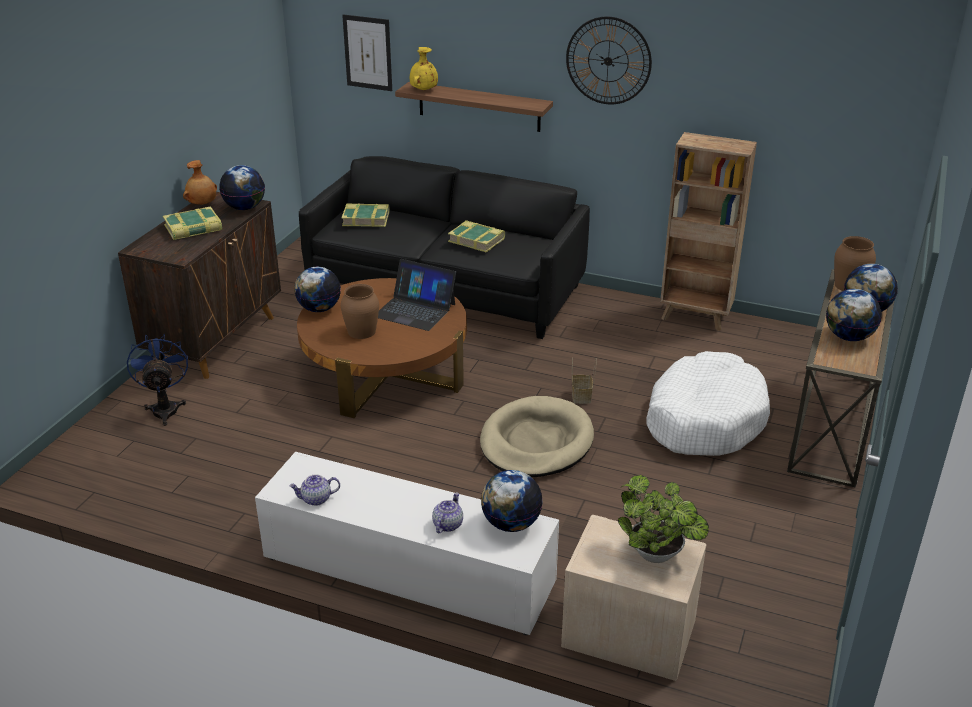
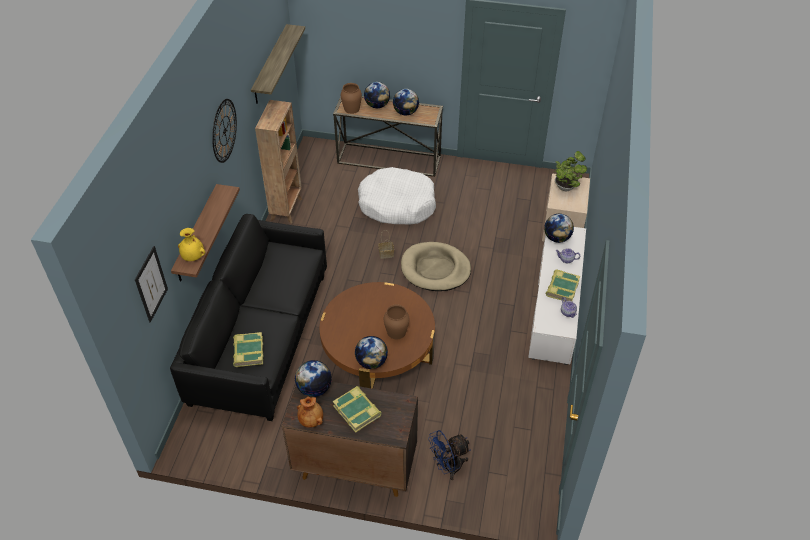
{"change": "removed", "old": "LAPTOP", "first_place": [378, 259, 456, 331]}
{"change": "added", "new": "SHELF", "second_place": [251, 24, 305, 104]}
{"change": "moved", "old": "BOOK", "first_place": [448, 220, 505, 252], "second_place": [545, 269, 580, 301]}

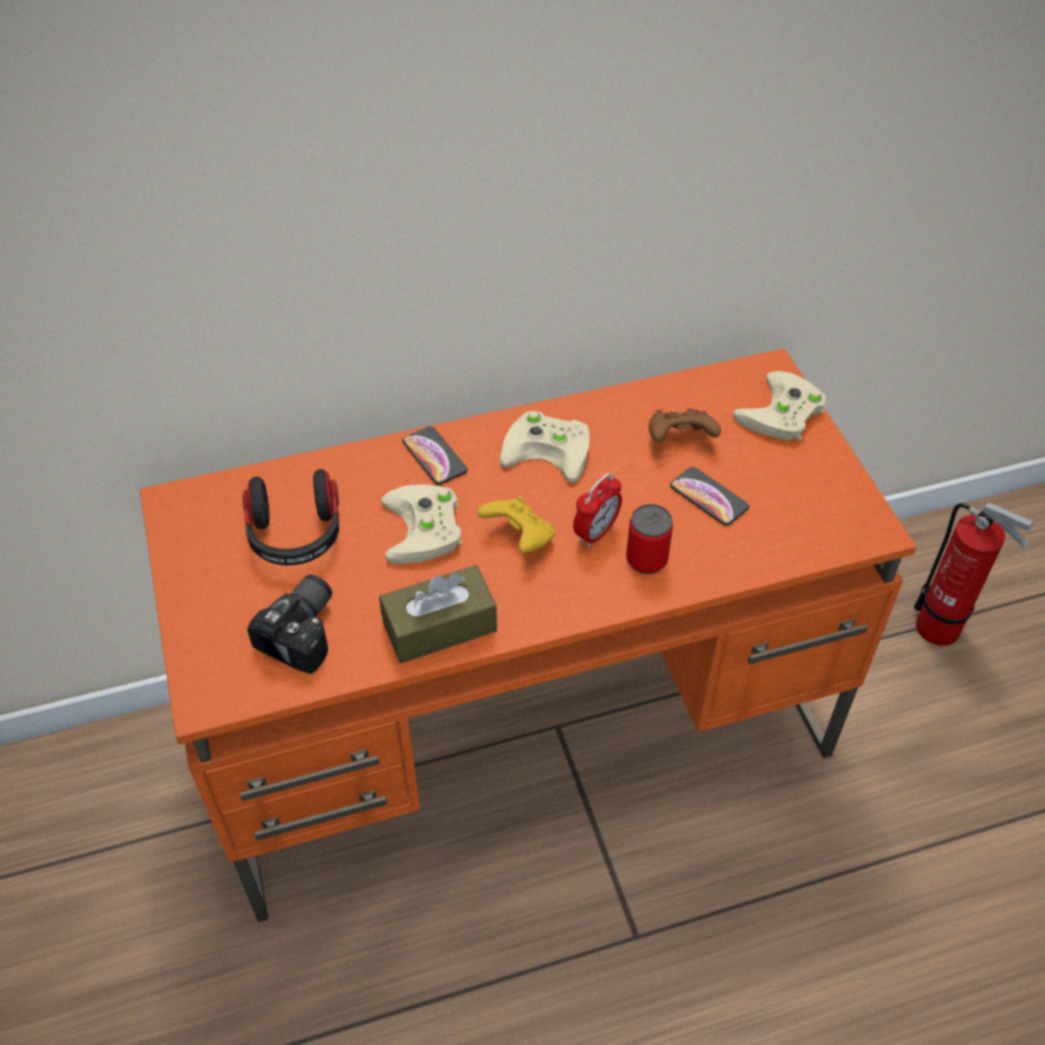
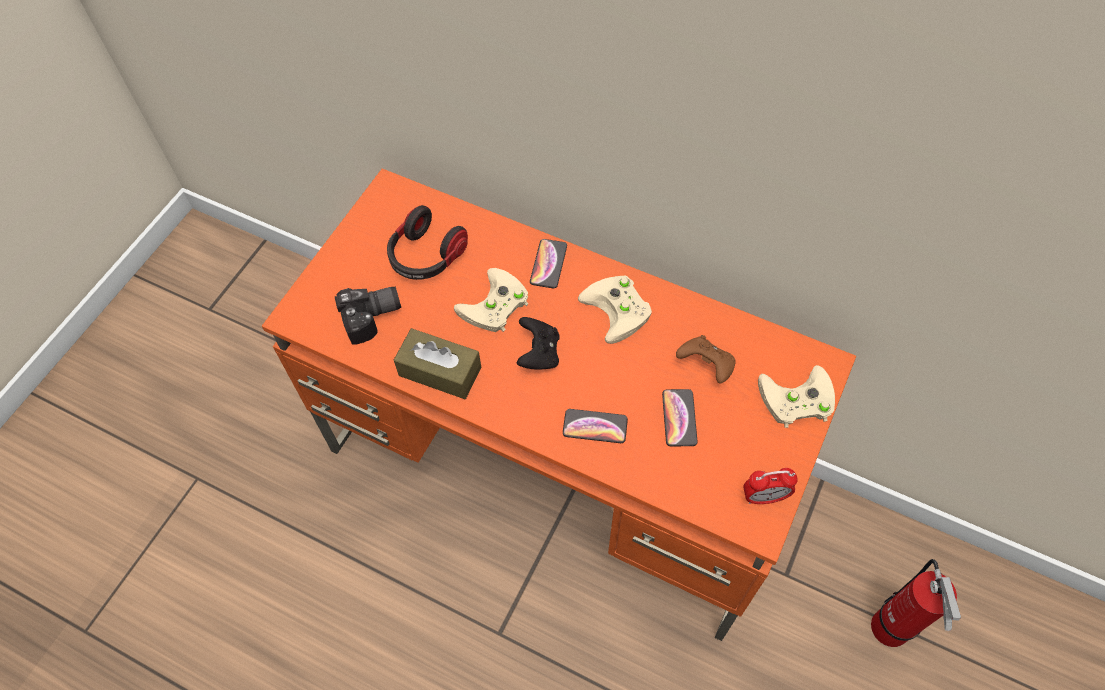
{"change": "moved", "old": "ALARM CLOCK", "first_place": [573, 473, 622, 547], "second_place": [743, 468, 798, 504]}
{"change": "replaced", "old": "CAN", "new": "PHONE", "first_place": [626, 504, 673, 574], "second_place": [563, 409, 628, 443]}
{"change": "recoloured", "old": "YELLOW GAME CONTROLLER", "new": "BLACK GAME CONTROLLER", "first_place": [477, 496, 555, 553], "second_place": [517, 317, 560, 370]}

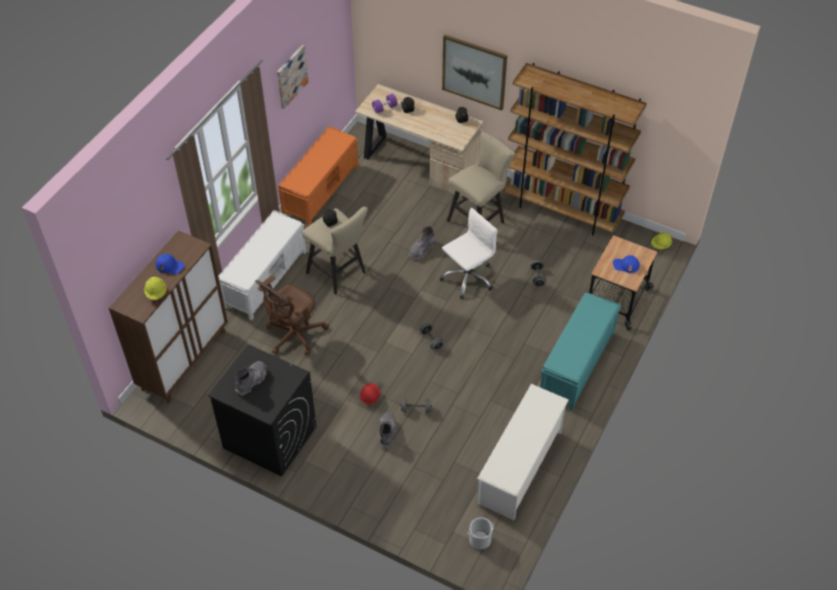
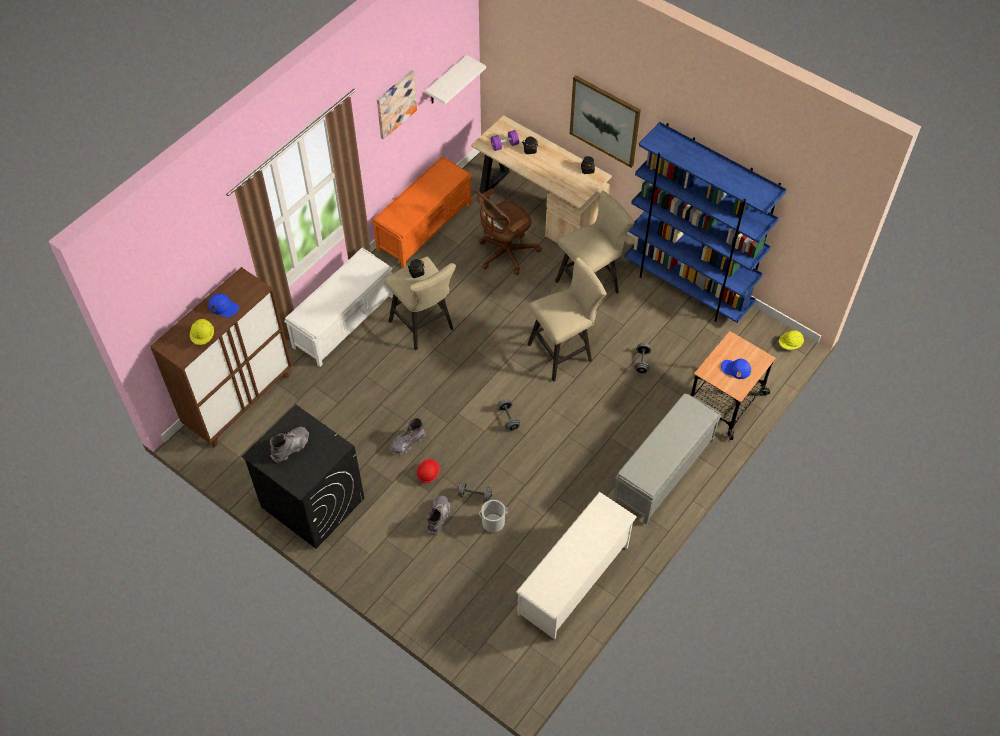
{"change": "added", "new": "WHITE SHELF", "second_place": [425, 55, 486, 104]}
{"change": "moved", "old": "BROWN OFFICE CHAIR", "first_place": [255, 275, 329, 356], "second_place": [475, 188, 542, 275]}
{"change": "moved", "old": "GREY BOOT", "first_place": [409, 226, 436, 260], "second_place": [390, 418, 426, 456]}
{"change": "moved", "old": "BUCKET", "first_place": [468, 517, 494, 550], "second_place": [479, 500, 508, 532]}
{"change": "replaced", "old": "WHITE OFFICE CHAIR", "new": "BEIGE STOOL", "first_place": [440, 208, 498, 299], "second_place": [528, 257, 607, 382]}
{"change": "recoloured", "old": "BROWN BOOKCASE", "new": "BLUE BOOKCASE", "first_place": [504, 63, 647, 236], "second_place": [624, 122, 787, 323]}
{"change": "recoloured", "old": "TURQUOISE BENCH", "new": "GREY BENCH", "first_place": [540, 293, 621, 411], "second_place": [613, 393, 722, 524]}

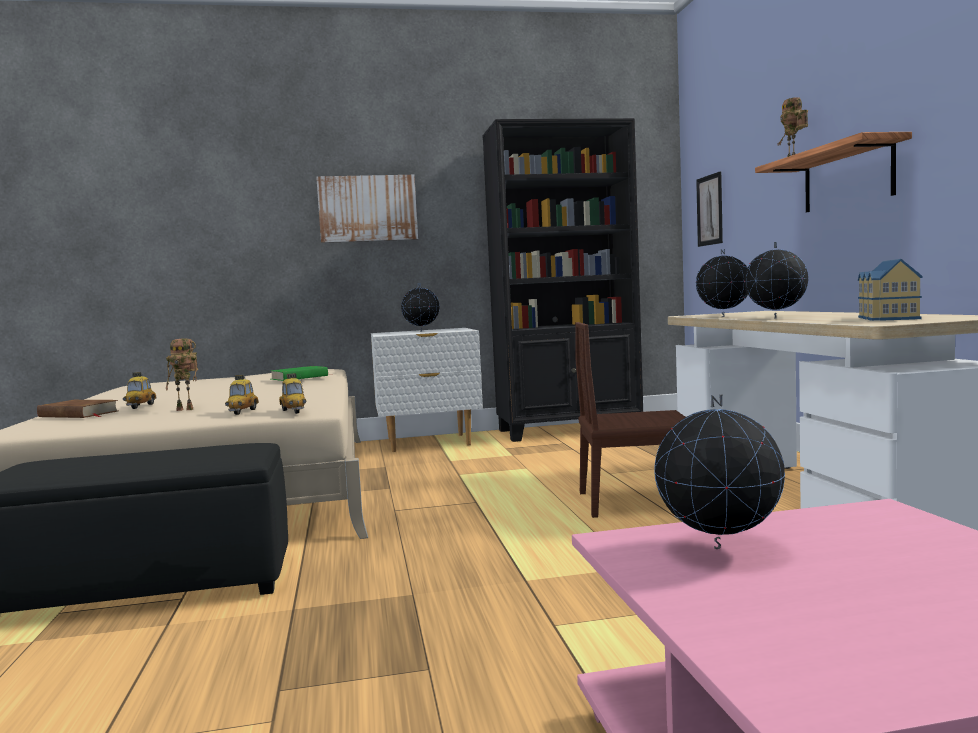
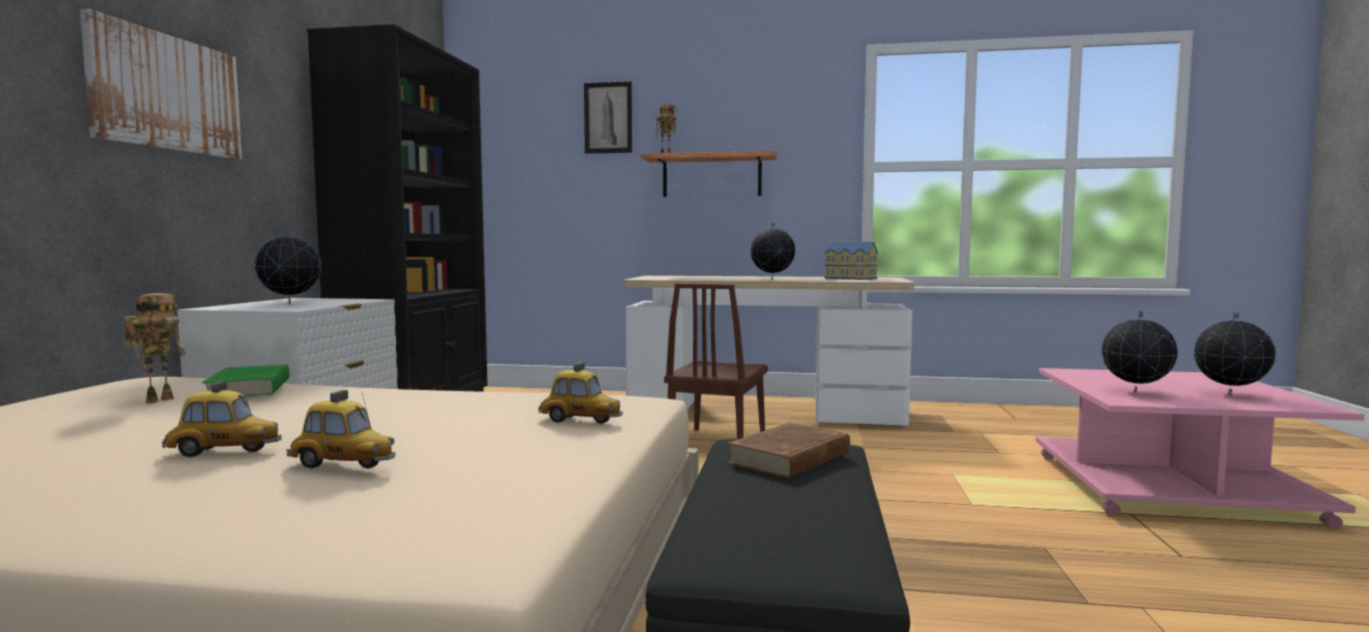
{"change": "moved", "old": "BROWN BOOK", "first_place": [37, 400, 118, 418], "second_place": [727, 423, 850, 479]}
{"change": "moved", "old": "TOY ROBOT", "first_place": [166, 339, 198, 411], "second_place": [123, 293, 186, 404]}
{"change": "moved", "old": "TOY CAR", "first_place": [279, 373, 307, 414], "second_place": [162, 381, 282, 457]}
{"change": "moved", "old": "PICTURE", "first_place": [696, 172, 723, 247], "second_place": [584, 81, 632, 154]}
{"change": "moved", "old": "GLOBE", "first_place": [696, 249, 748, 317], "second_place": [1194, 312, 1276, 395]}

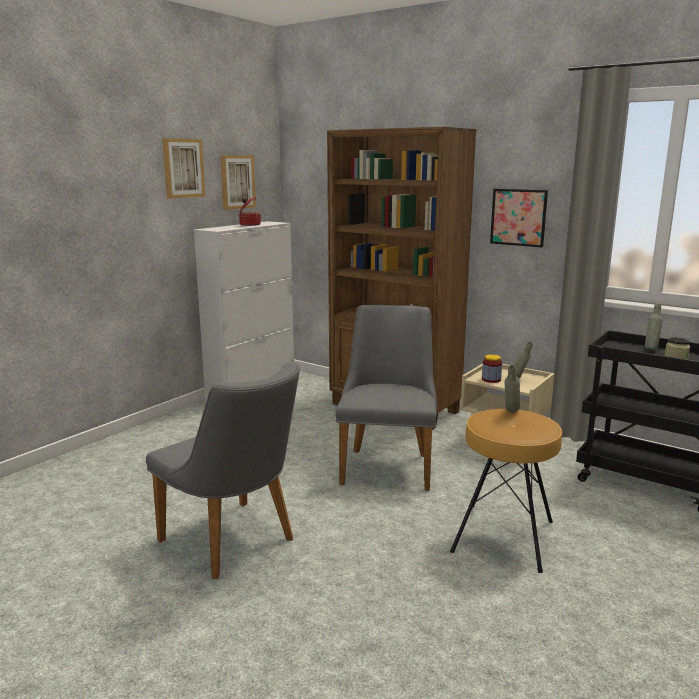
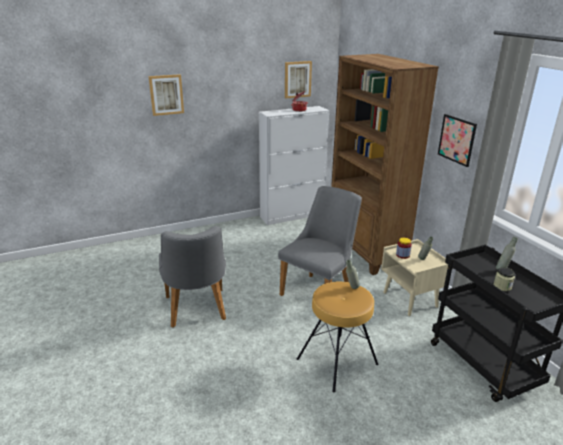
{"change": "moved", "old": "PICTURE", "first_place": [162, 138, 205, 199], "second_place": [149, 74, 184, 116]}

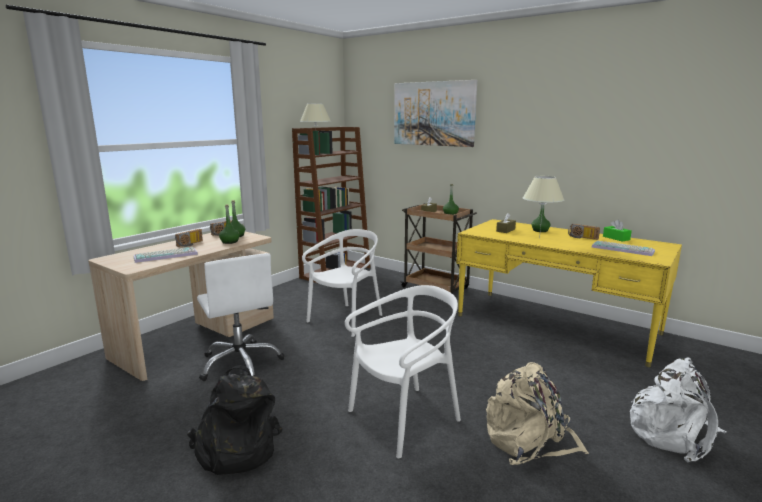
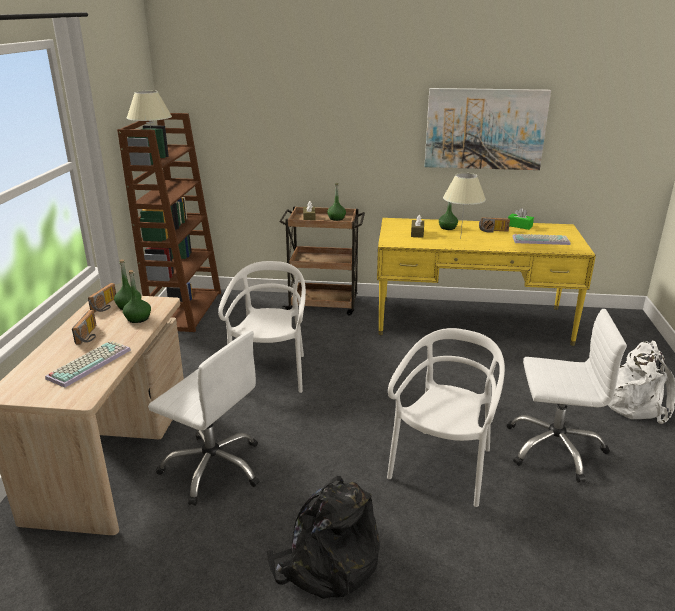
{"change": "moved", "old": "PICTURE", "first_place": [394, 80, 477, 147], "second_place": [425, 88, 551, 170]}
{"change": "replaced", "old": "BEIGE BACKPACK", "new": "WHITE OFFICE CHAIR", "first_place": [486, 362, 589, 465], "second_place": [507, 309, 627, 483]}

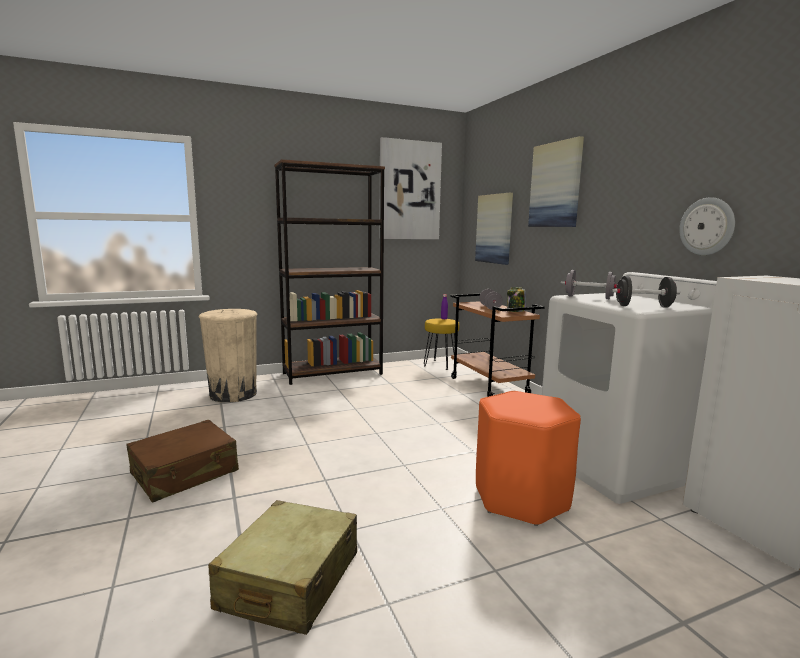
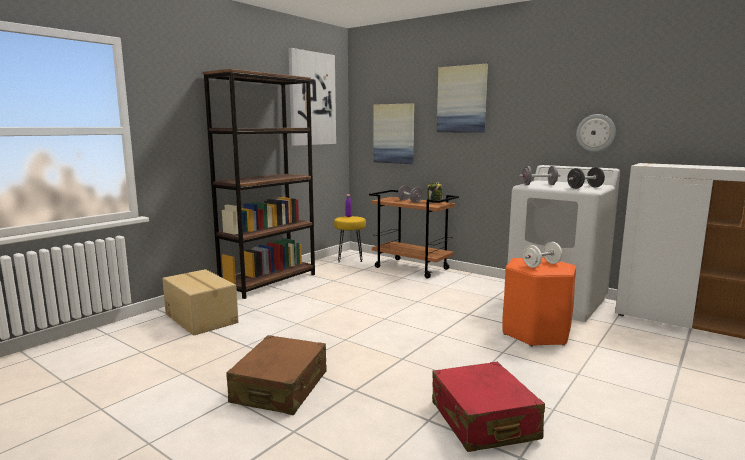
{"change": "added", "new": "WHITE DUMBBELL", "second_place": [523, 242, 562, 268]}
{"change": "replaced", "old": "BEIGE TRASH CAN", "new": "CARDBOARD BOX", "first_place": [199, 309, 258, 403], "second_place": [162, 269, 238, 336]}
{"change": "recoloured", "old": "BEIGE SUITCASE", "new": "RED SUITCASE", "first_place": [208, 500, 357, 635], "second_place": [432, 362, 545, 452]}

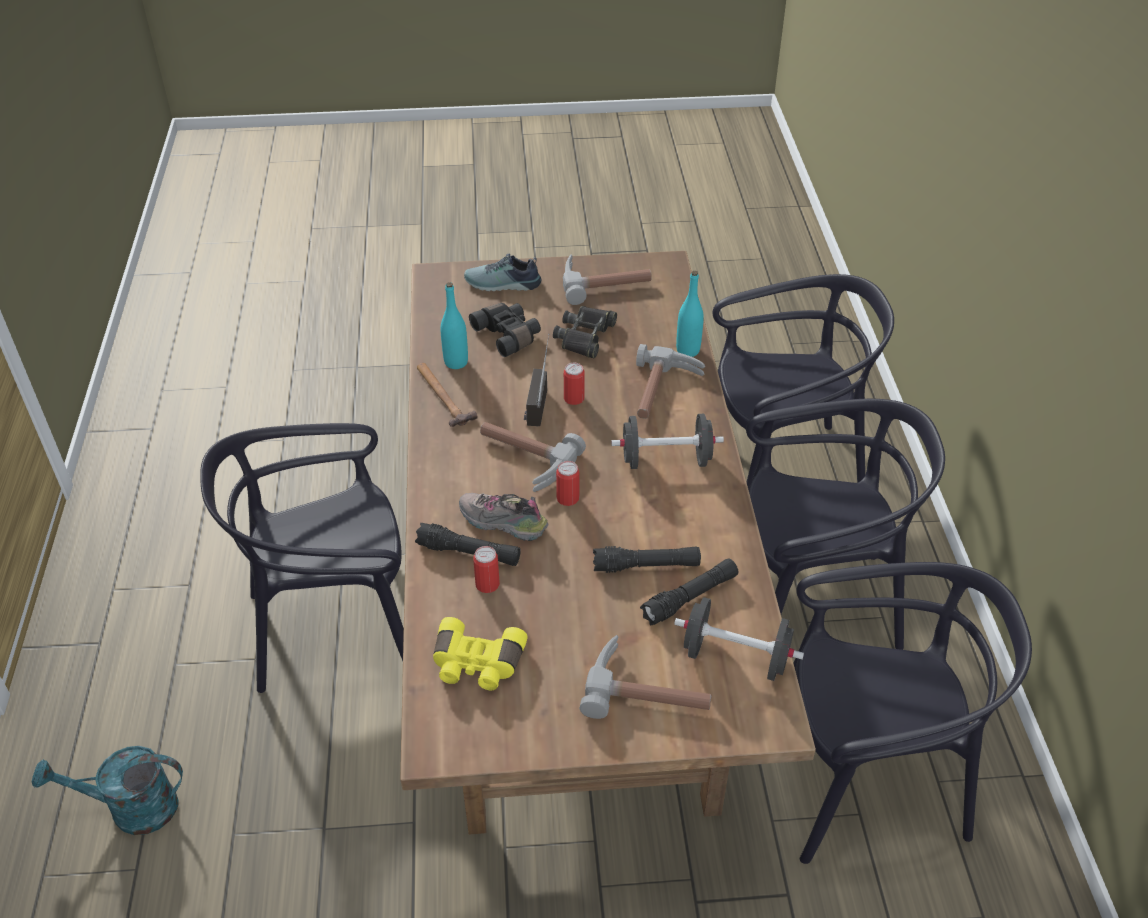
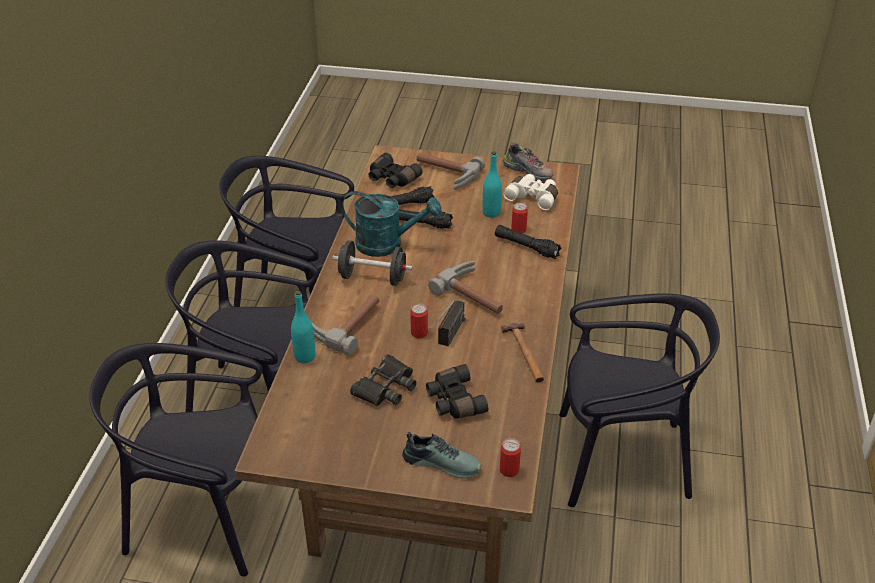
{"change": "removed", "old": "HAMMER", "first_place": [563, 254, 652, 305]}
{"change": "moved", "old": "TURQUOISE WATERING CAN", "first_place": [32, 746, 183, 835], "second_place": [342, 191, 442, 257]}
{"change": "moved", "old": "TURQUOISE BOTTLE", "first_place": [441, 282, 468, 369], "second_place": [483, 151, 502, 218]}
{"change": "moved", "old": "SHOE", "first_place": [459, 493, 549, 541], "second_place": [502, 143, 553, 181]}
{"change": "moved", "old": "CAN", "first_place": [556, 461, 579, 506], "second_place": [500, 438, 521, 477]}
{"change": "replaced", "old": "BLACK DUMBBELL", "new": "BLACK BINOCULARS", "first_place": [674, 597, 804, 681], "second_place": [369, 153, 422, 188]}
{"change": "recoloured", "old": "YELLOW BINOCULARS", "new": "WHITE BINOCULARS", "first_place": [433, 617, 528, 690], "second_place": [503, 174, 558, 210]}

